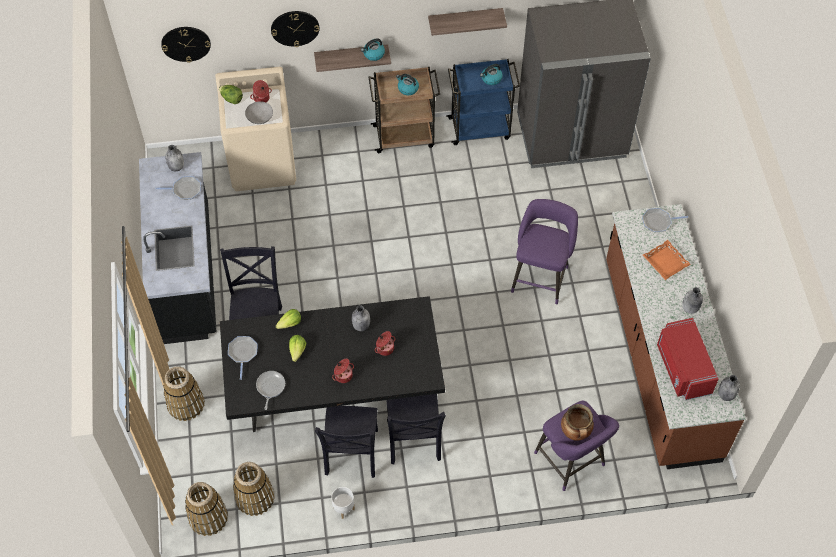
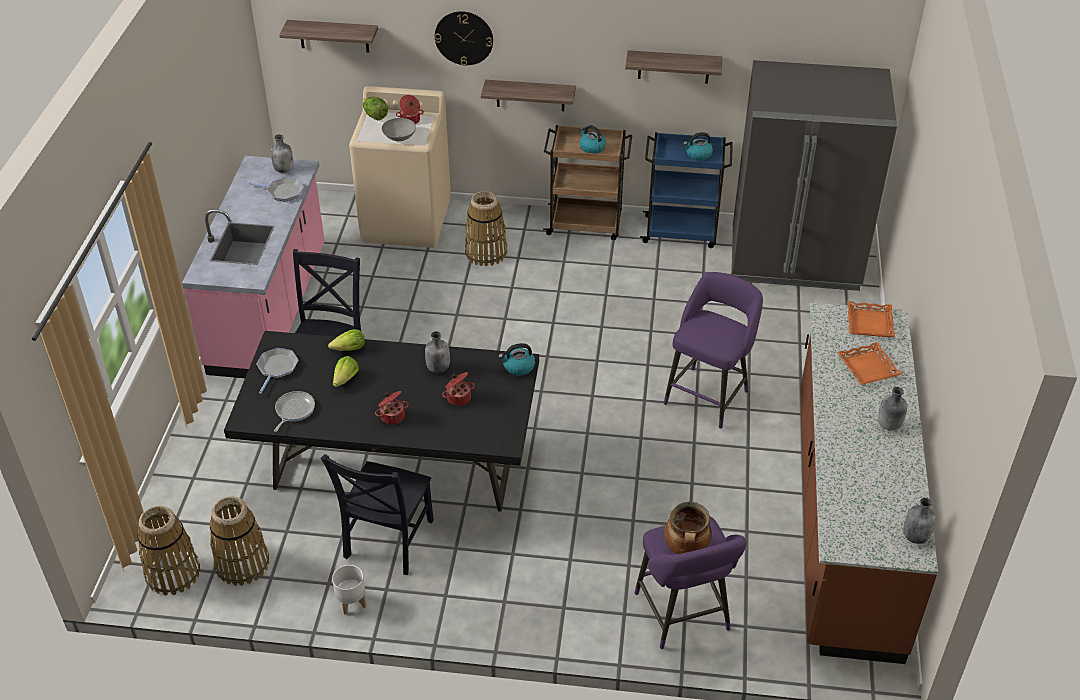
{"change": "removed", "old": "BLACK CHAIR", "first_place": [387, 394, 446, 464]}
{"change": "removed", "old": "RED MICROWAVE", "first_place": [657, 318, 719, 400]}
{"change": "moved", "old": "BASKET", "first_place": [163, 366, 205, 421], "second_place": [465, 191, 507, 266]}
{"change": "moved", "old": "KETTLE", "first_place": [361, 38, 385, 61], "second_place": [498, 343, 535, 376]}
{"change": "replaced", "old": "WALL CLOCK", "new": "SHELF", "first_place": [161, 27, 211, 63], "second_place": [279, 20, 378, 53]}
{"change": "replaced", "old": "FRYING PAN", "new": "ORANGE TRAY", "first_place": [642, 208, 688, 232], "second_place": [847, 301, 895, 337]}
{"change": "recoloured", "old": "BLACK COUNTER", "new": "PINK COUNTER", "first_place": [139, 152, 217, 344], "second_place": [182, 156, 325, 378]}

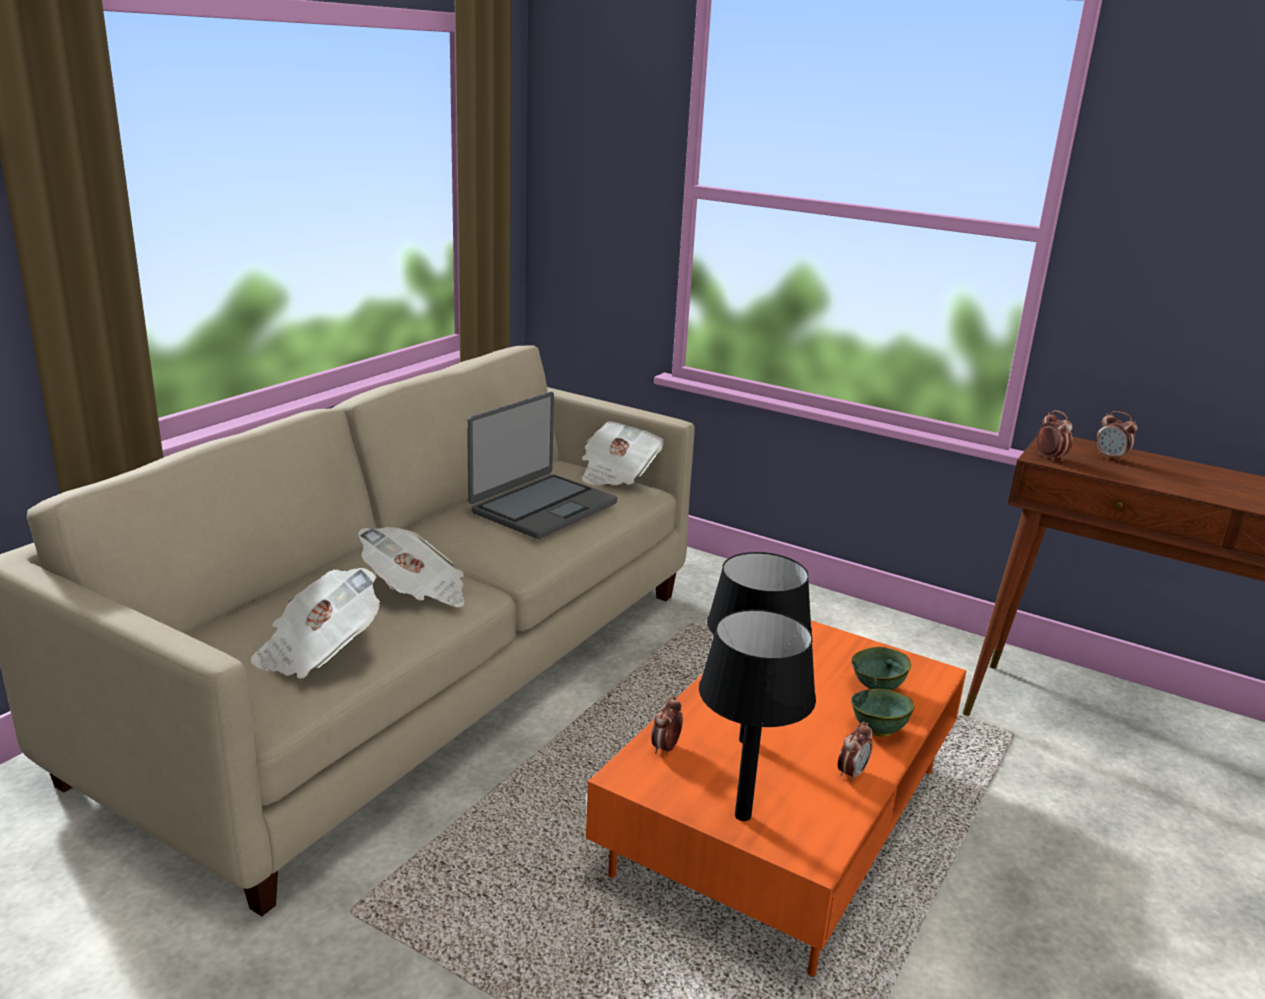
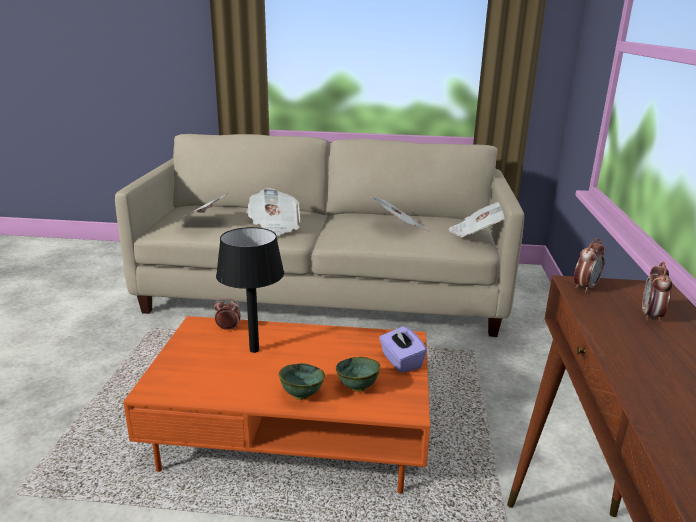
{"change": "removed", "old": "BLACK TABLE LAMP", "first_place": [699, 609, 816, 821]}
{"change": "removed", "old": "ALARM CLOCK", "first_place": [838, 722, 873, 783]}
{"change": "added", "new": "PURPLE TISSUE BOX", "second_place": [379, 326, 427, 373]}
{"change": "replaced", "old": "LAPTOP", "new": "NEWSPAPER", "first_place": [467, 392, 617, 539], "second_place": [371, 197, 427, 229]}

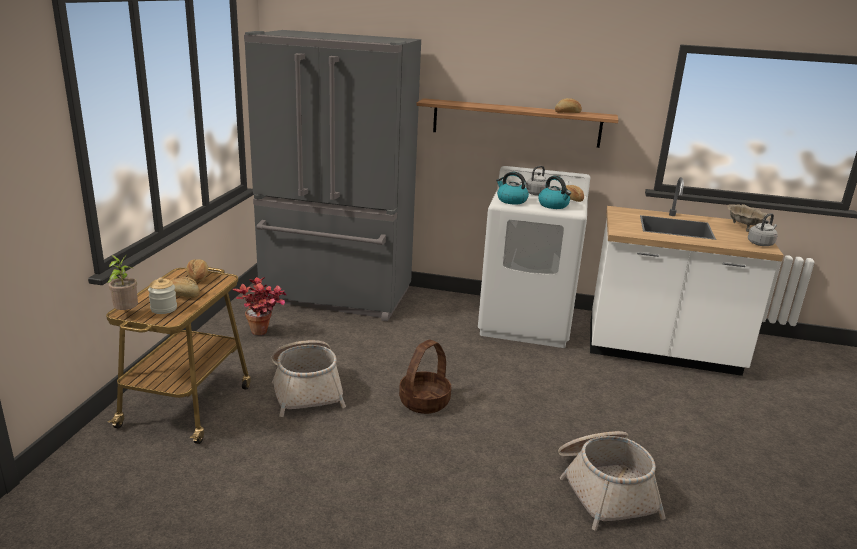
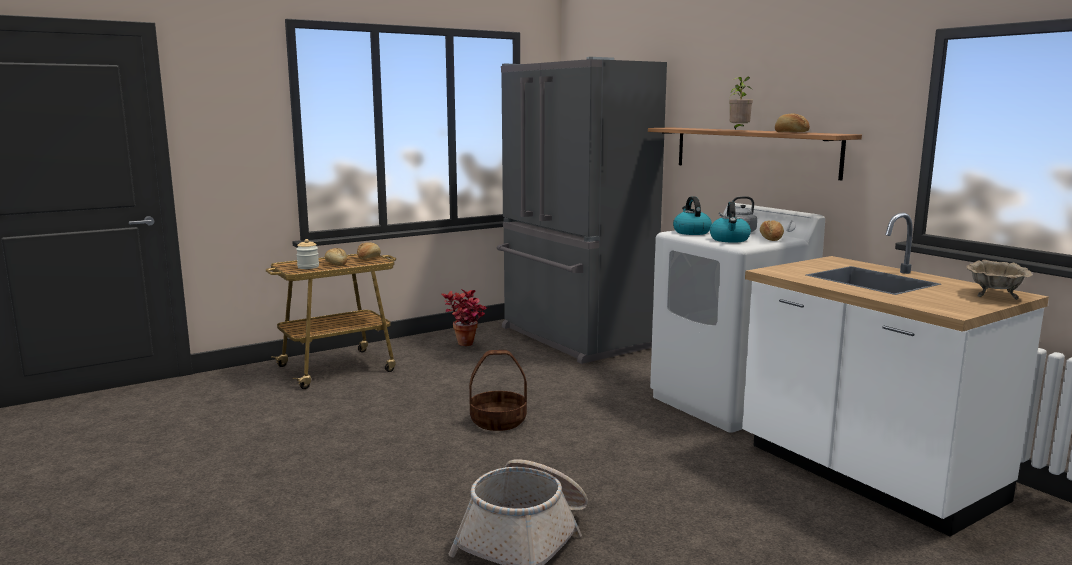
{"change": "removed", "old": "BASKET", "first_place": [272, 340, 346, 417]}
{"change": "removed", "old": "GREY KETTLE", "first_place": [748, 213, 778, 246]}
{"change": "moved", "old": "POTTED PLANT", "first_place": [107, 254, 138, 310], "second_place": [729, 77, 753, 130]}

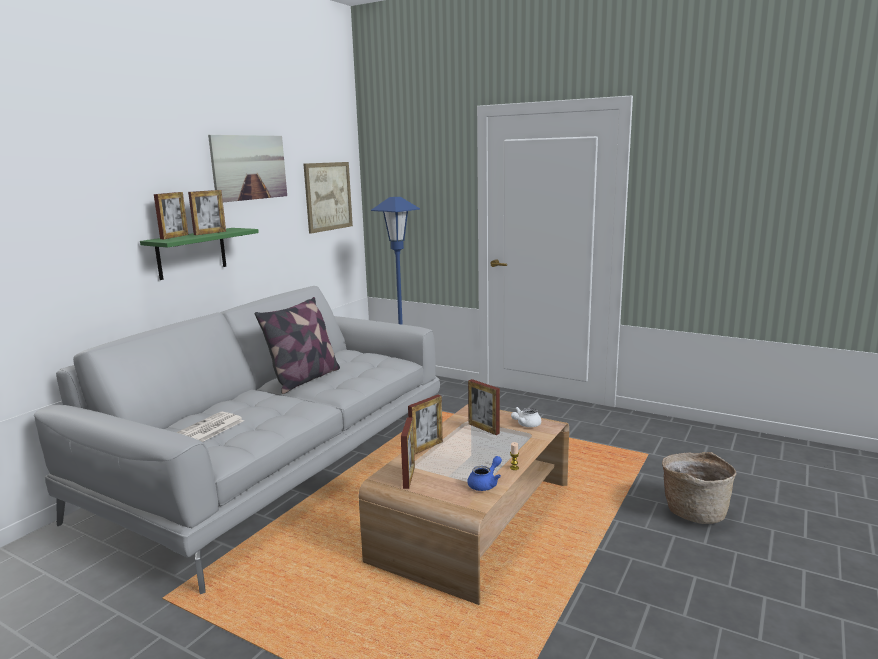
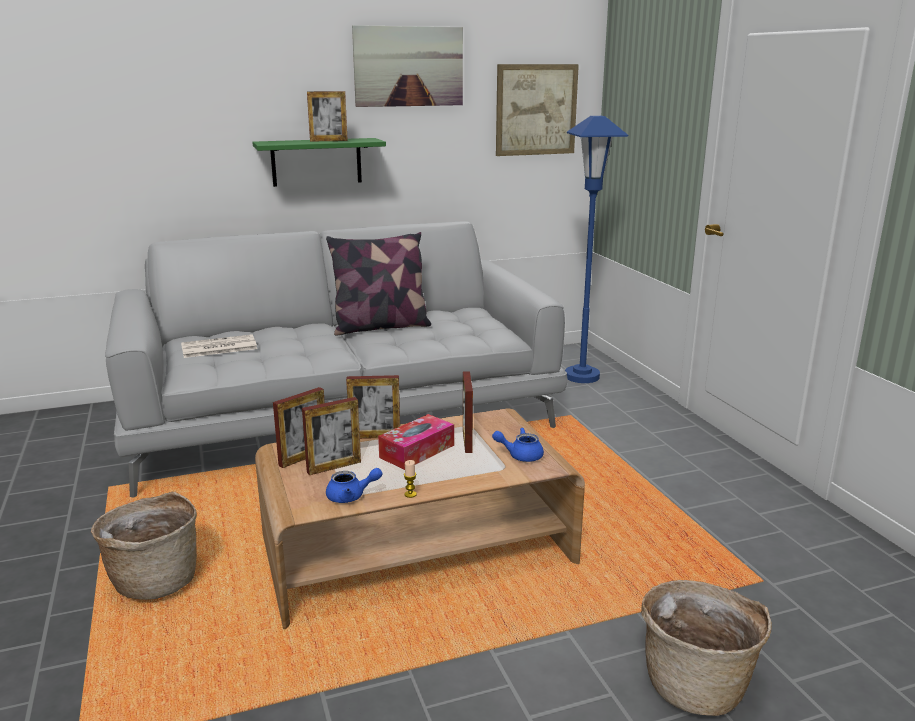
{"change": "added", "new": "BASKET", "second_place": [91, 492, 197, 600]}
{"change": "added", "new": "TISSUE BOX", "second_place": [378, 414, 454, 470]}
{"change": "moved", "old": "PICTURE FRAME", "first_place": [154, 192, 188, 239], "second_place": [302, 397, 361, 475]}
{"change": "recoloured", "old": "WHITE TEAPOT", "new": "BLUE TEAPOT", "first_place": [511, 407, 541, 427], "second_place": [492, 428, 544, 462]}

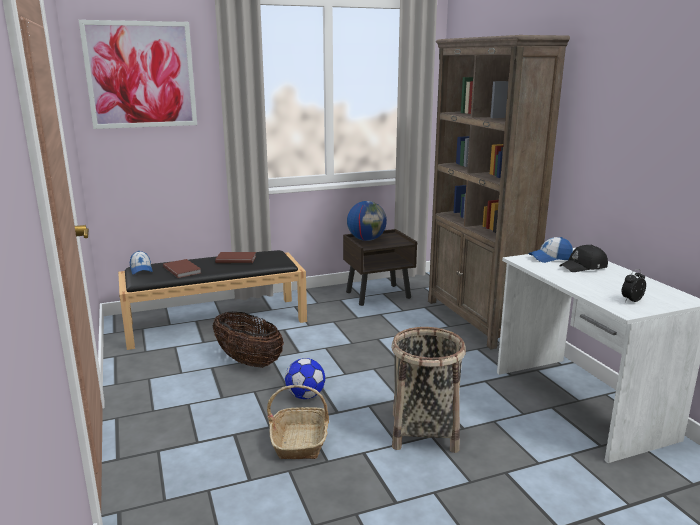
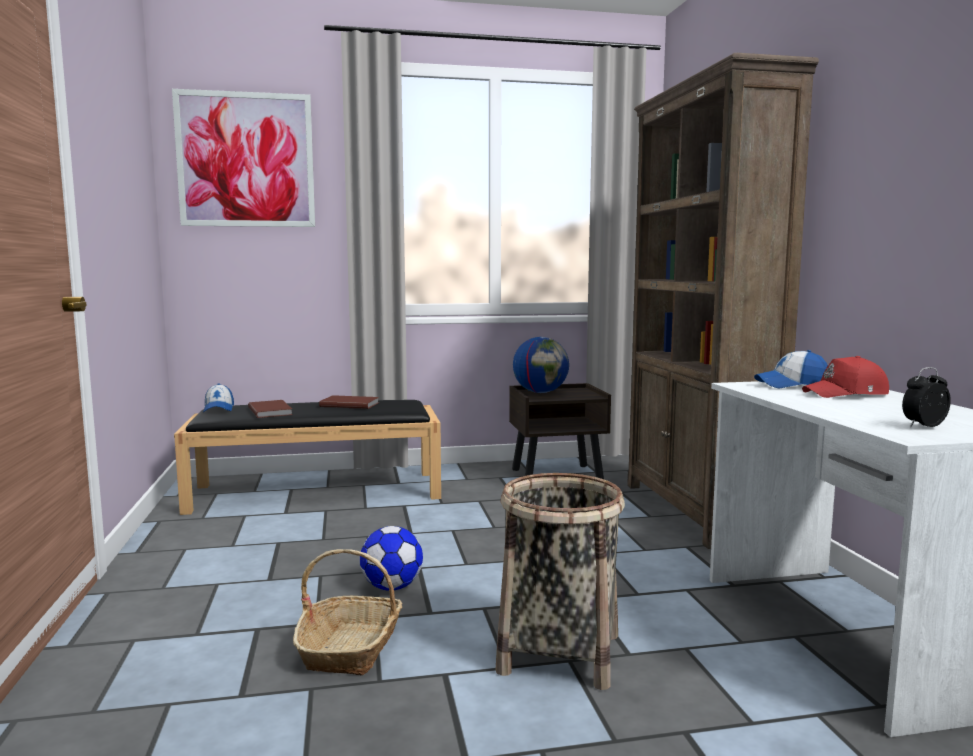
{"change": "removed", "old": "BASKET", "first_place": [213, 312, 284, 368]}
{"change": "recoloured", "old": "BLACK CAP", "new": "RED CAP", "first_place": [559, 245, 608, 272], "second_place": [802, 356, 889, 398]}

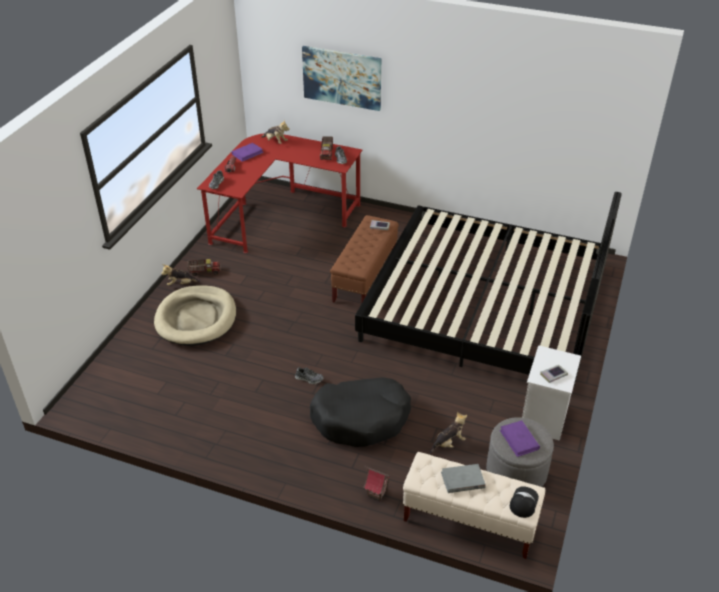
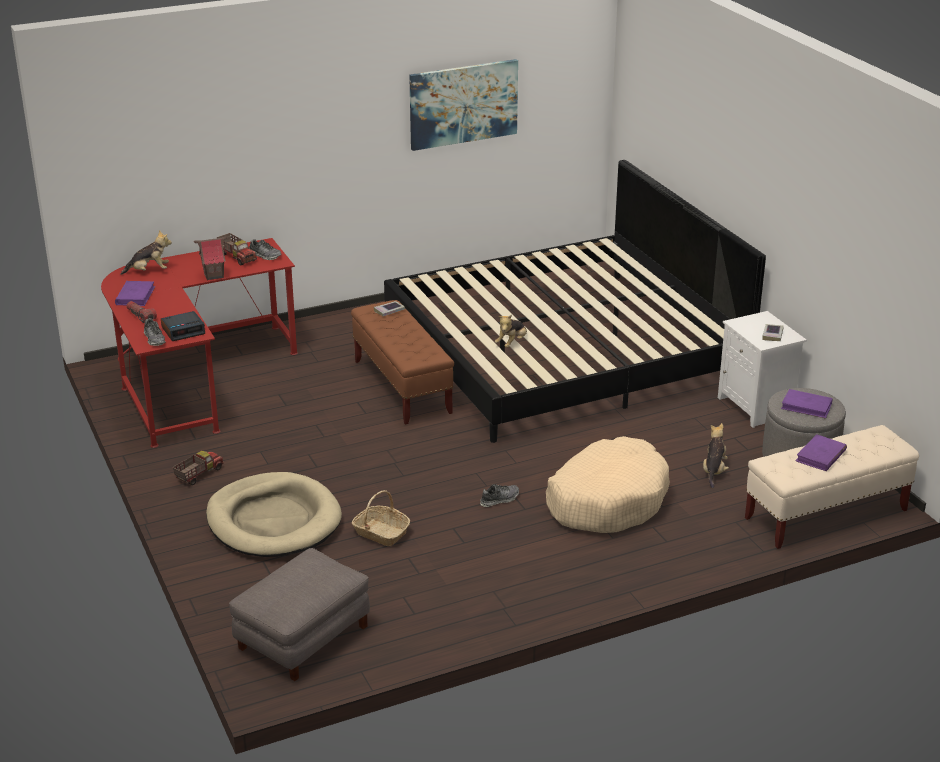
{"change": "removed", "old": "CAP", "first_place": [510, 486, 539, 518]}
{"change": "added", "new": "ALARM CLOCK", "second_place": [161, 311, 205, 341]}
{"change": "added", "new": "GREY OTTOMAN", "second_place": [229, 548, 370, 681]}
{"change": "added", "new": "BASKET", "second_place": [352, 490, 411, 546]}
{"change": "moved", "old": "PLUSH TOY", "first_place": [161, 264, 201, 286], "second_place": [495, 315, 527, 348]}
{"change": "moved", "old": "PICTURE", "first_place": [302, 46, 381, 111], "second_place": [409, 59, 518, 151]}
{"change": "moved", "old": "TOY HOUSE", "first_place": [363, 465, 391, 501], "second_place": [194, 236, 227, 280]}
{"change": "recoloured", "old": "BLACK DOG BED", "new": "BEIGE DOG BED", "first_place": [310, 377, 411, 447], "second_place": [546, 436, 670, 533]}
{"change": "recoloured", "old": "GREY BOOK", "new": "PURPLE BOOK", "first_place": [441, 464, 485, 493], "second_place": [795, 434, 847, 471]}

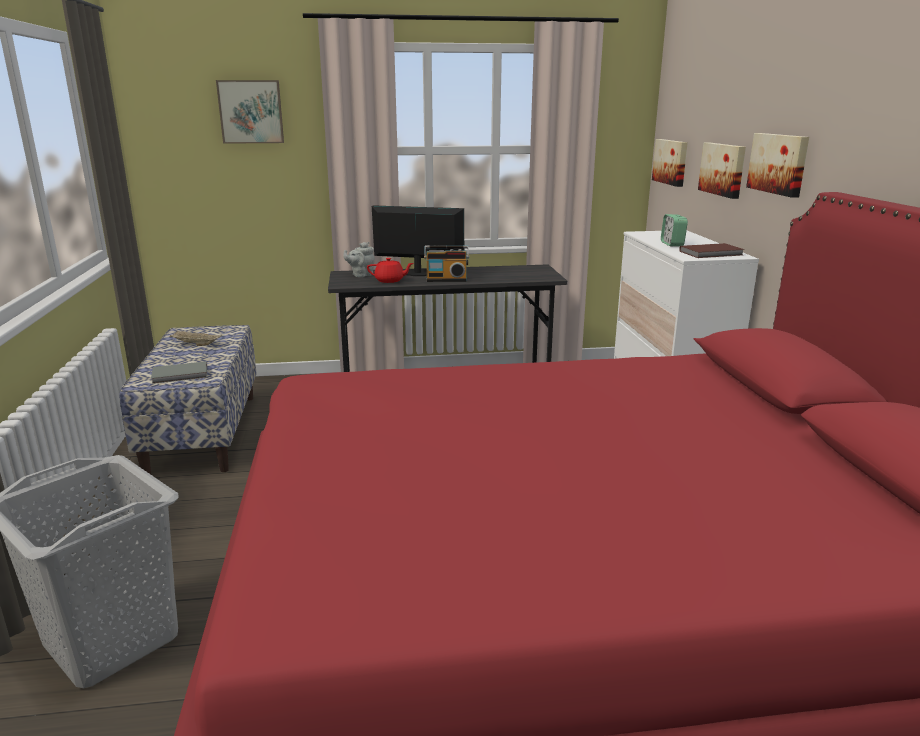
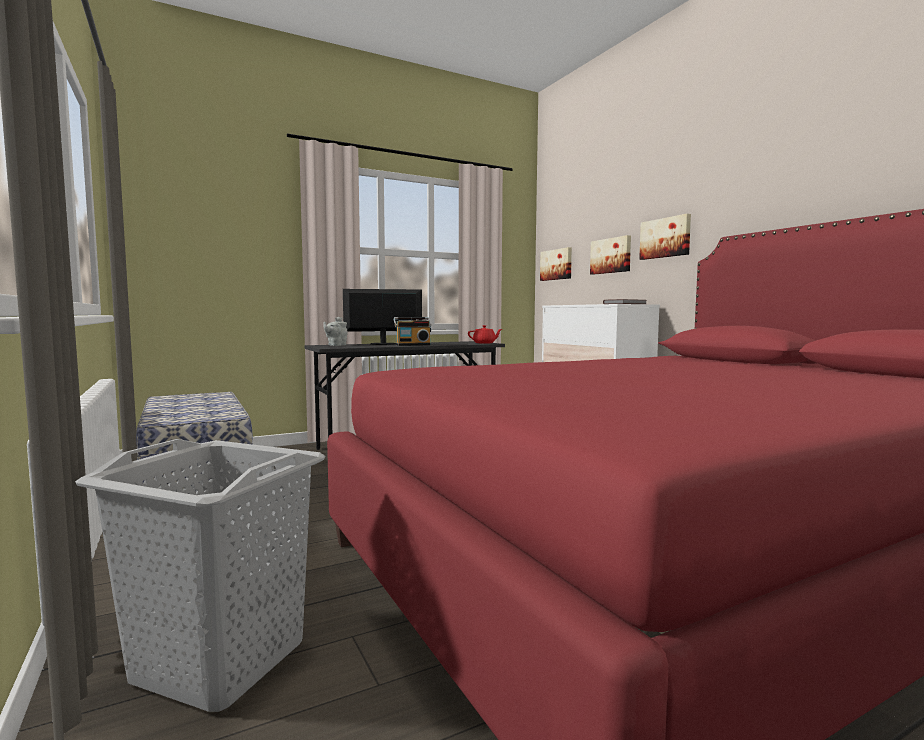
{"change": "removed", "old": "GREY BOOK", "first_place": [151, 361, 207, 384]}
{"change": "removed", "old": "BEIGE TRAY", "first_place": [170, 331, 222, 346]}
{"change": "removed", "old": "PICTURE", "first_place": [216, 80, 284, 144]}
{"change": "removed", "old": "ALARM CLOCK", "first_place": [661, 214, 688, 247]}
{"change": "moved", "old": "RED TEAPOT", "first_place": [367, 258, 414, 283], "second_place": [468, 325, 502, 344]}

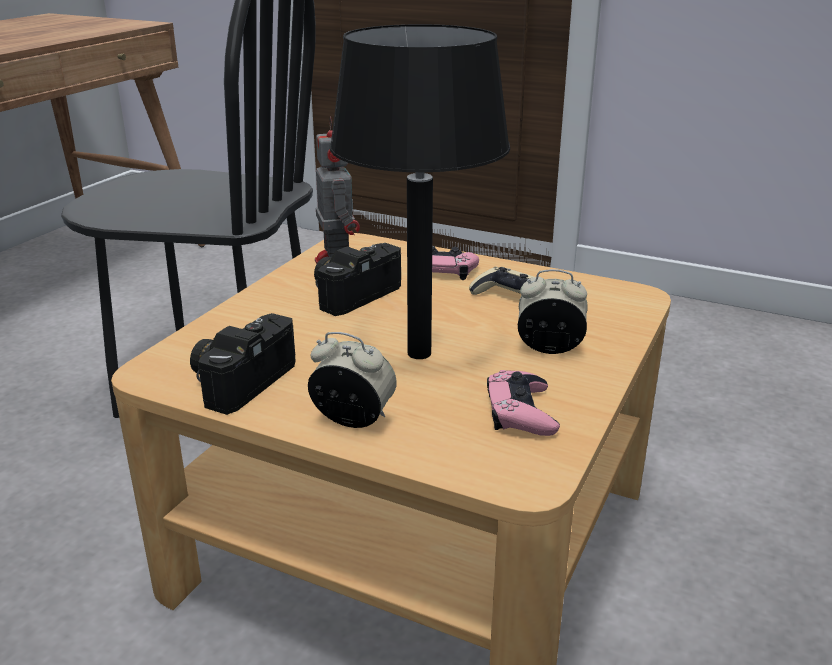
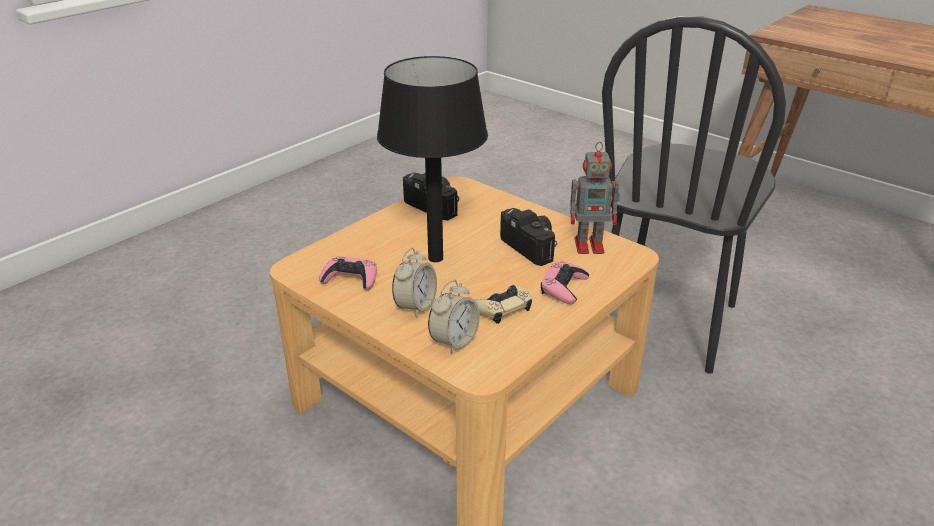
{"change": "moved", "old": "ALARM CLOCK", "first_place": [308, 332, 397, 428], "second_place": [428, 280, 480, 354]}

